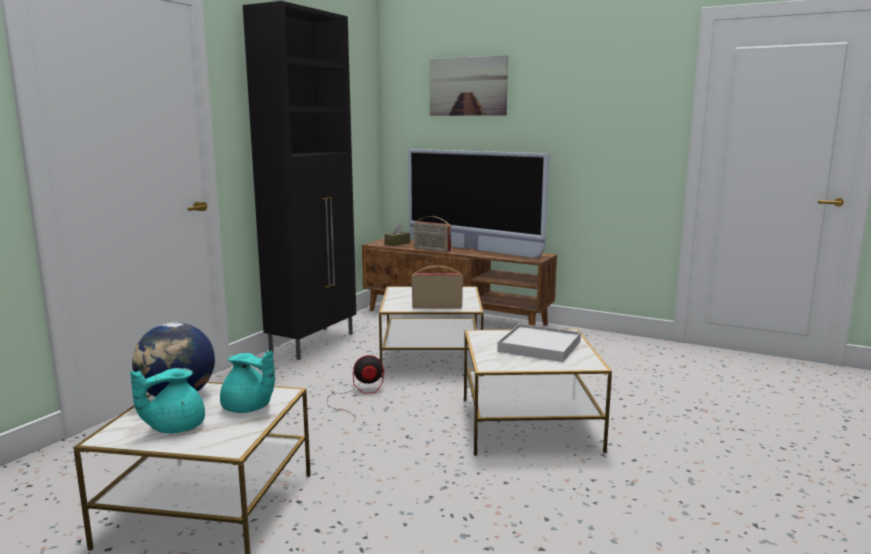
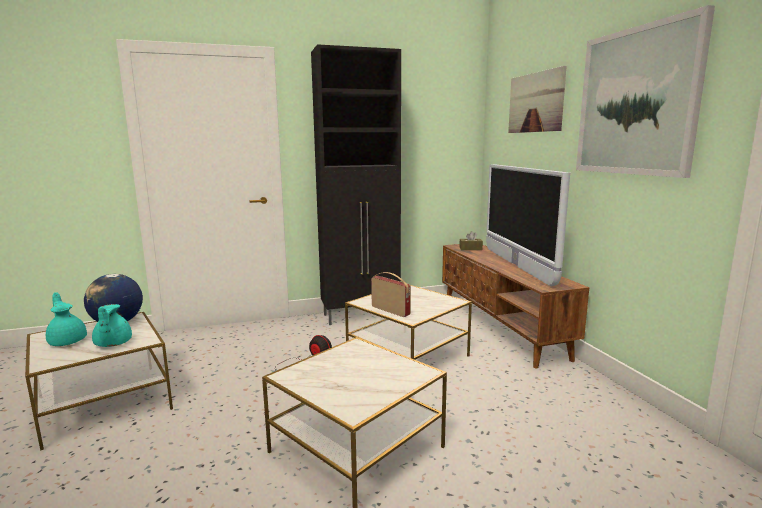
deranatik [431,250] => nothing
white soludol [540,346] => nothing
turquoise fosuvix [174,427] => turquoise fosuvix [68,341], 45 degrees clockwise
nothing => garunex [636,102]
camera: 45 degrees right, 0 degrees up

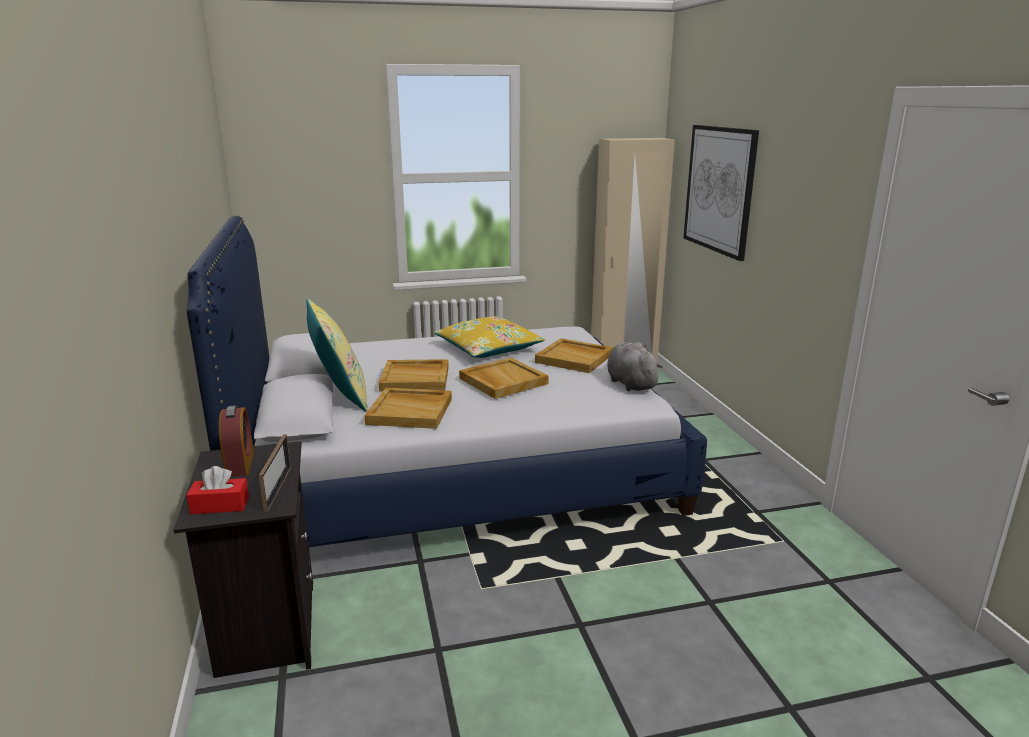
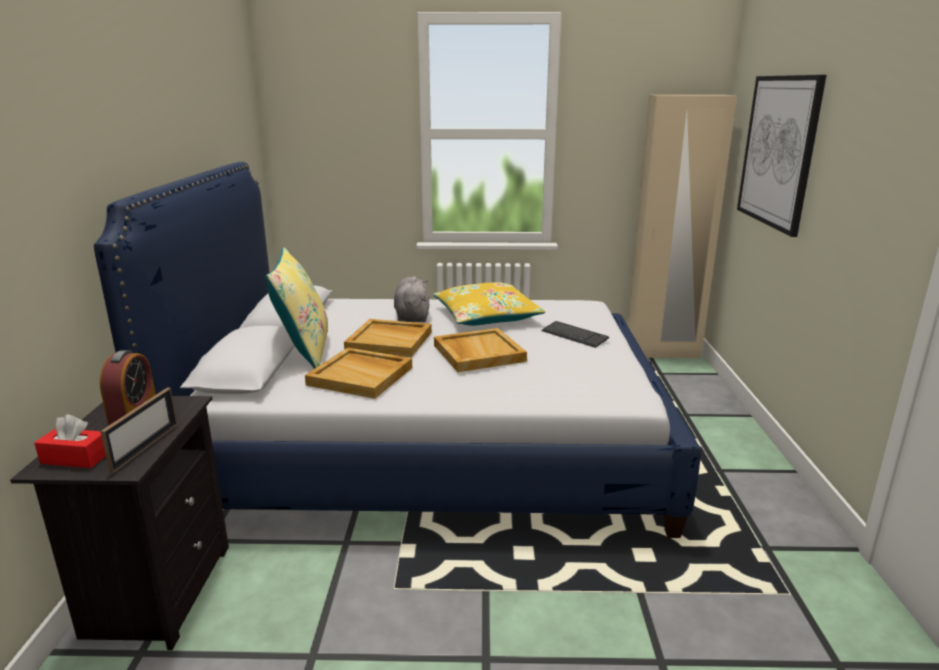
beige soludol [575,358] => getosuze [574,336]
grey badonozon [630,383] => grey badonozon [412,316], move
camera: 15 degrees right, 0 degrees up

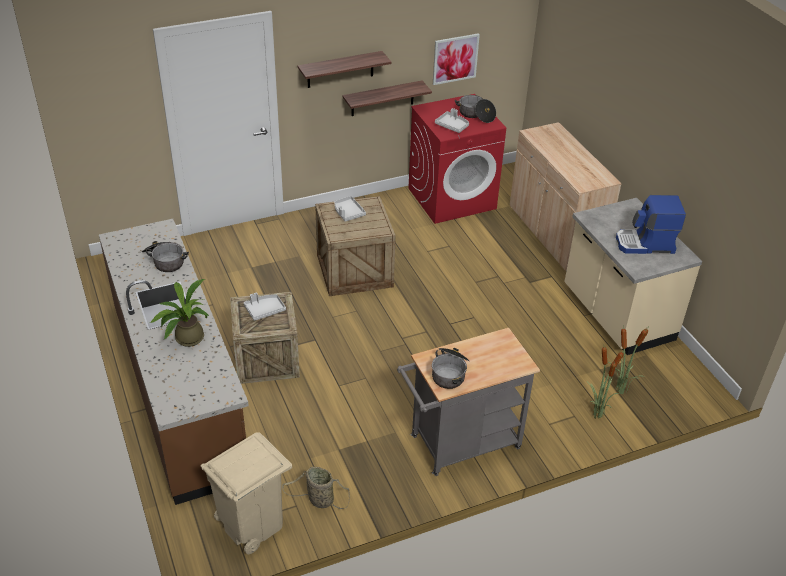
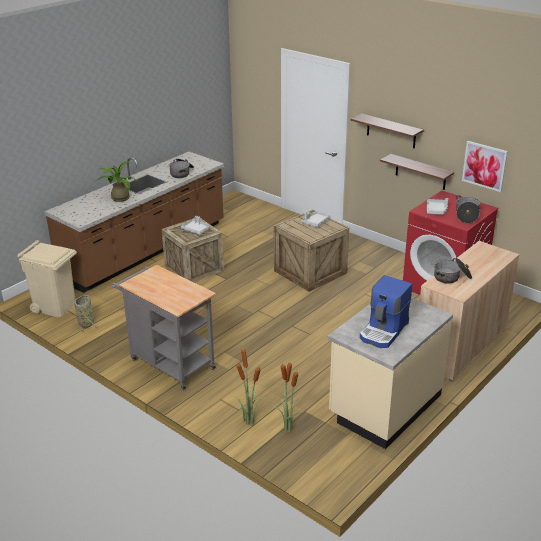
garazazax [645,244] => garazazax [384,331], 120 degrees counterclockwise
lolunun [450,373] => lolunun [452,277], move
camera: 65 degrees right, 10 degrees down

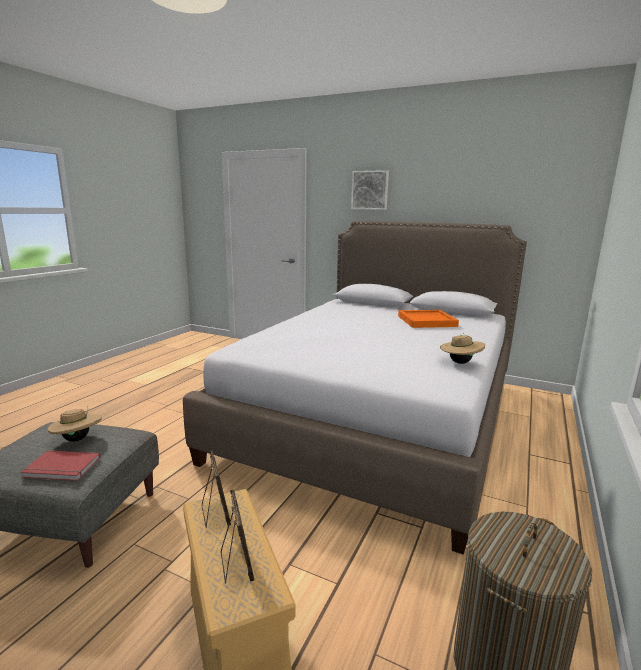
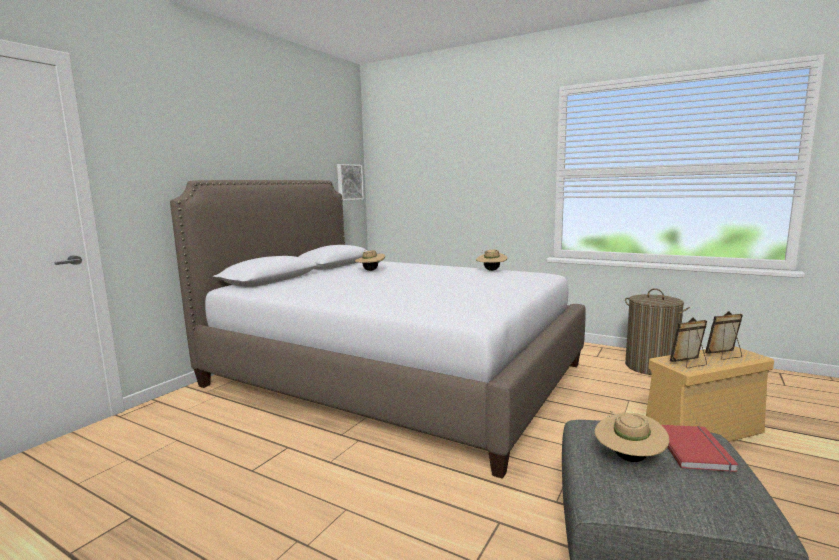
garunex [370,190] => garunex [349,182], move
orange soludol [427,321] => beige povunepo [370,270]
camera: 85 degrees left, 5 degrees down

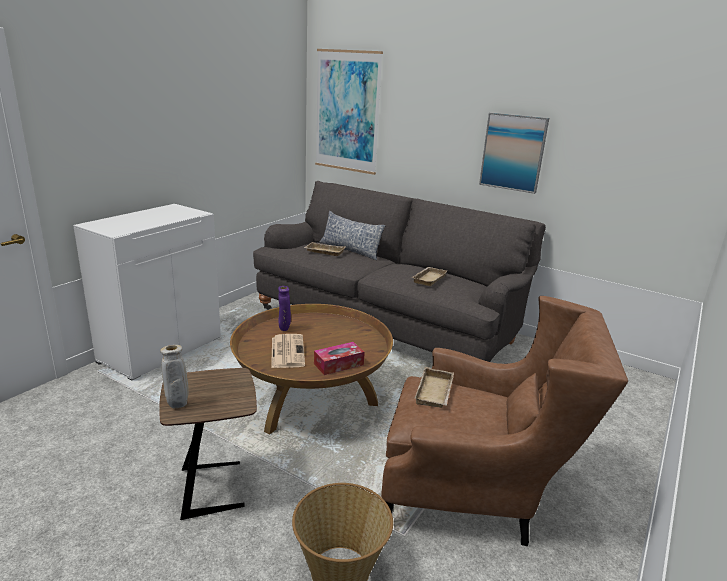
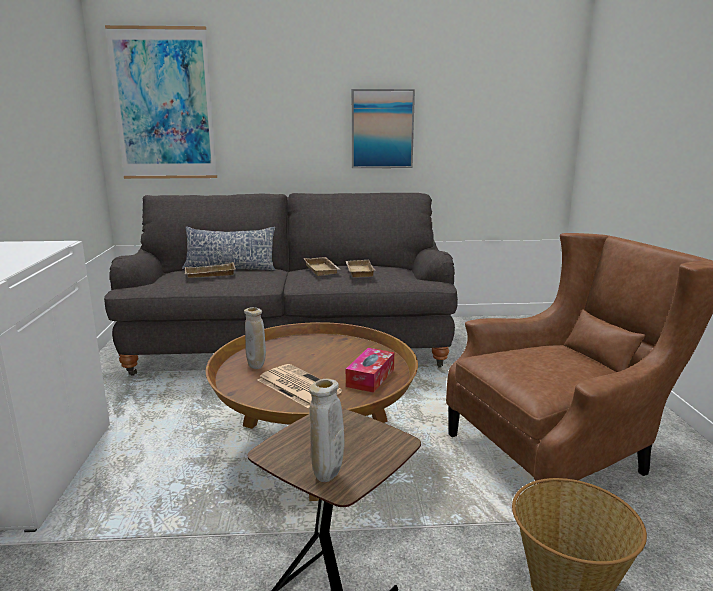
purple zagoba [284,329] => beige zagoba [256,367]
beige soludol [435,392] => beige soludol [323,269], move
camera: 35 degrees left, 5 degrees down

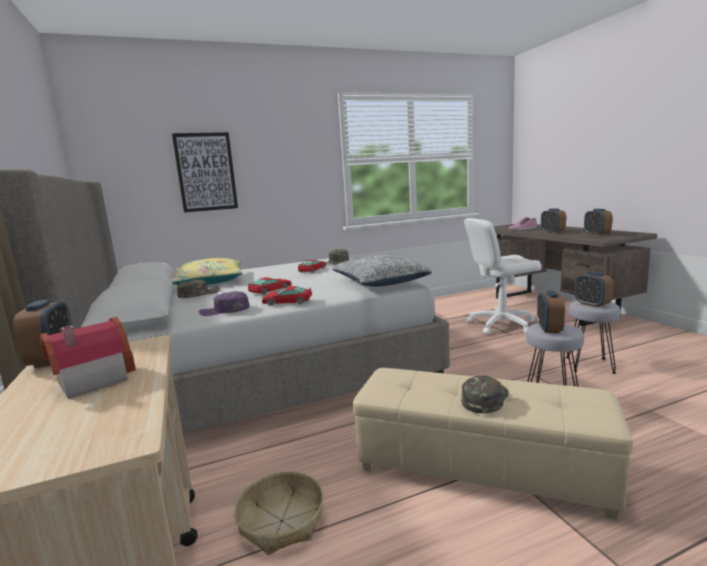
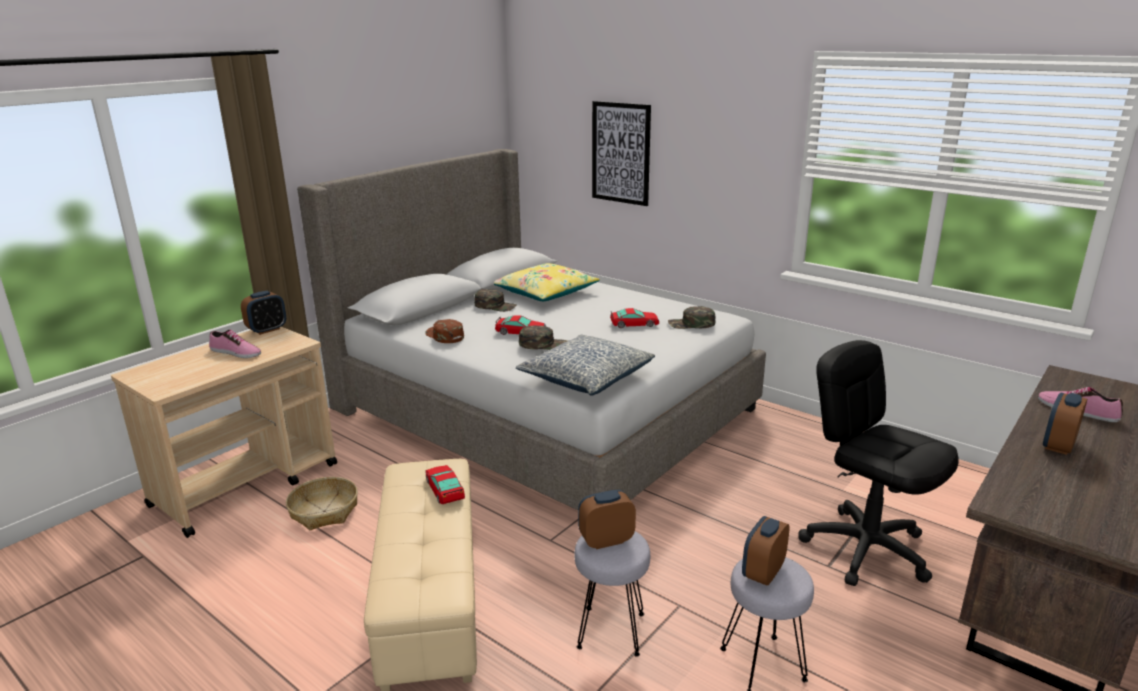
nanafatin [596,234] => nothing
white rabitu [501,324] => black rabitu [866,548]
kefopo [288,302] => kefopo [445,489], move
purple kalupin [224,310] => brown kalupin [444,336]
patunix [89,380] => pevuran [235,353]
green kalupin [484,398] => green kalupin [544,344], move
camera: 60 degrees right, 10 degrees up

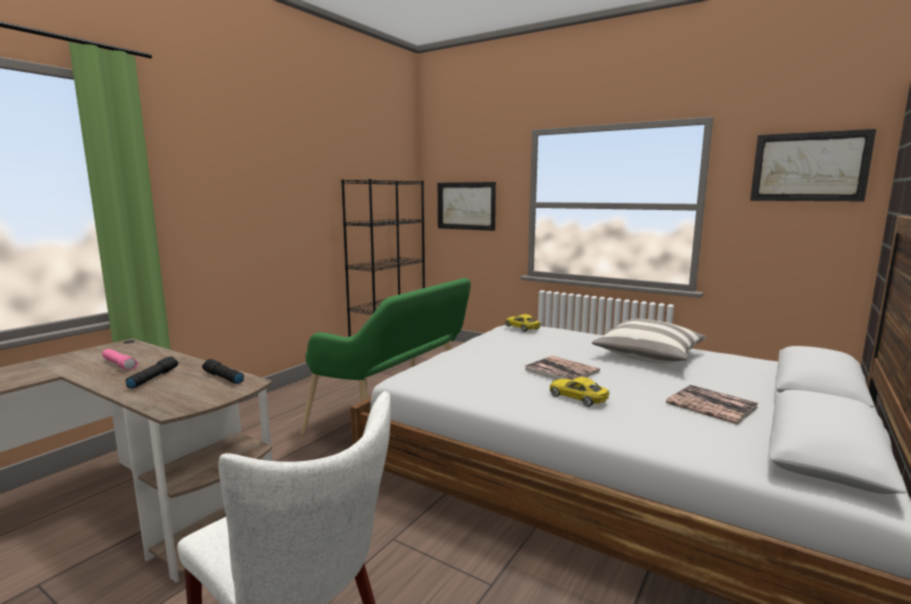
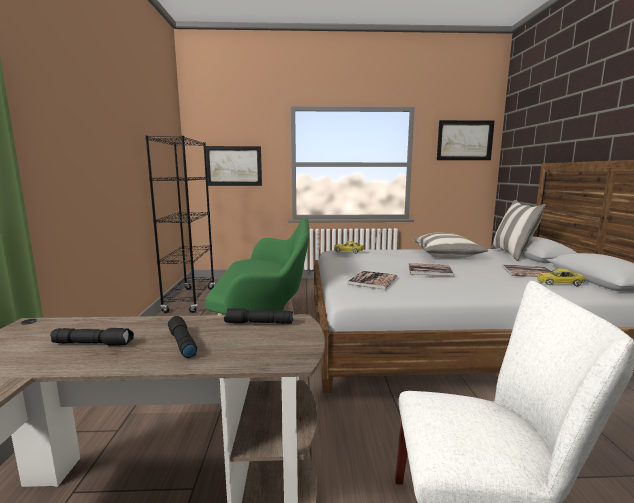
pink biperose [120,365] => black biperose [94,343]
yellow kefopo [578,398] => yellow kefopo [559,283], move
nothing => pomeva [512,254]
nothing => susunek [373,281]
camera: 35 degrees left, 0 degrees up

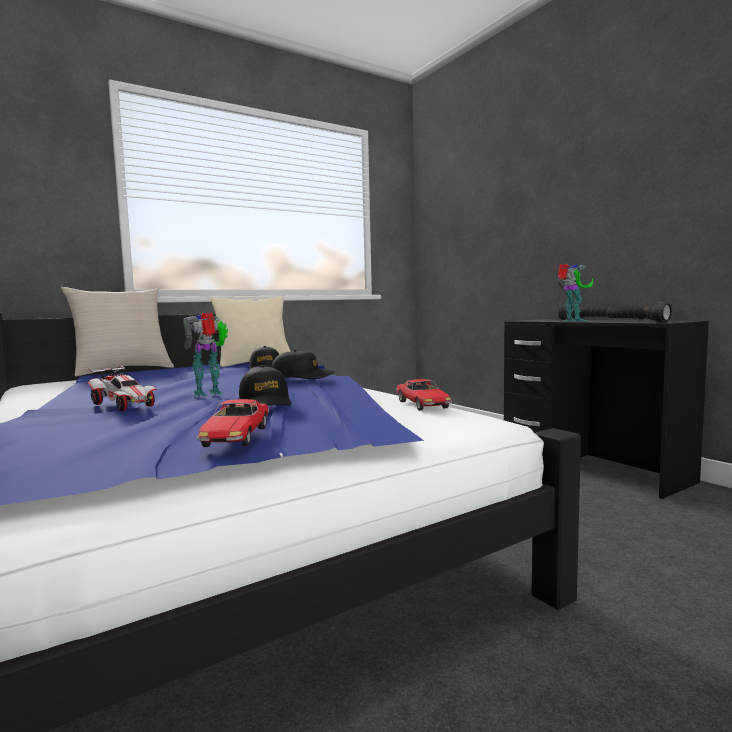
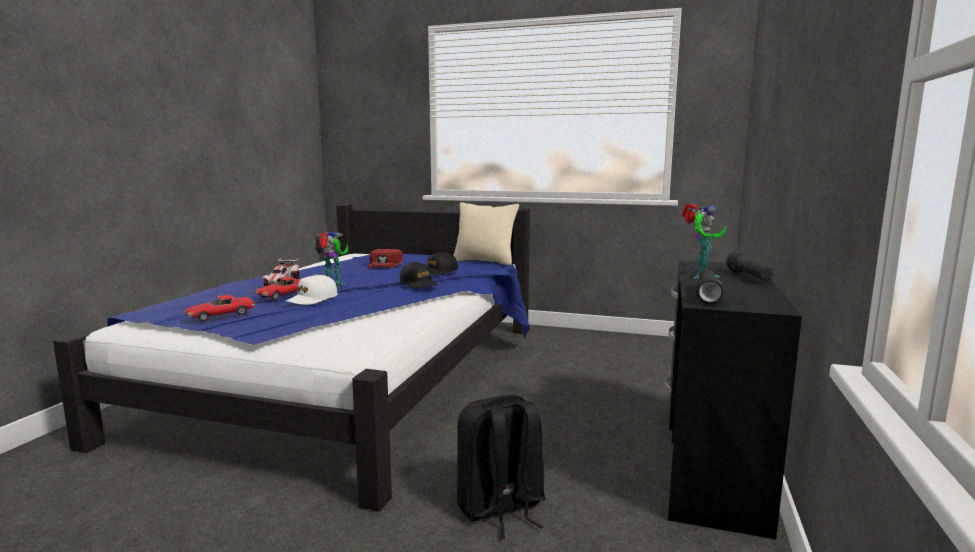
beige pomeva [123,370] => nothing
black kalupin [265,403] => white kalupin [312,299]
kefopo [423,405] => kefopo [283,295], move
nothing => red kalupin [385,264]
nothing => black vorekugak [500,508]
camera: 50 degrees right, 5 degrees up

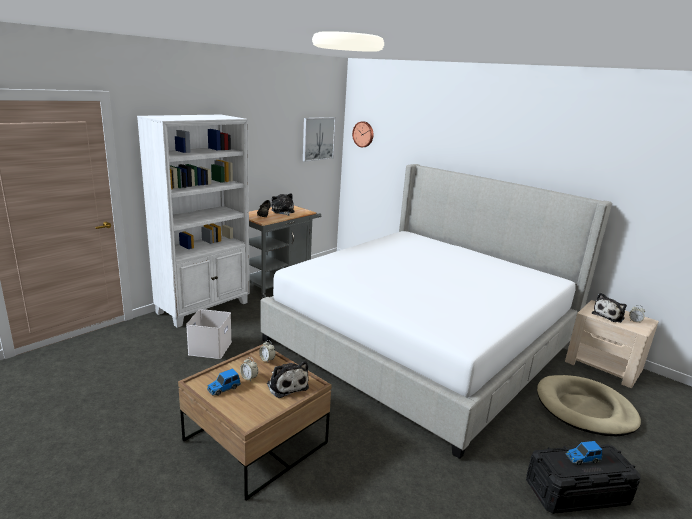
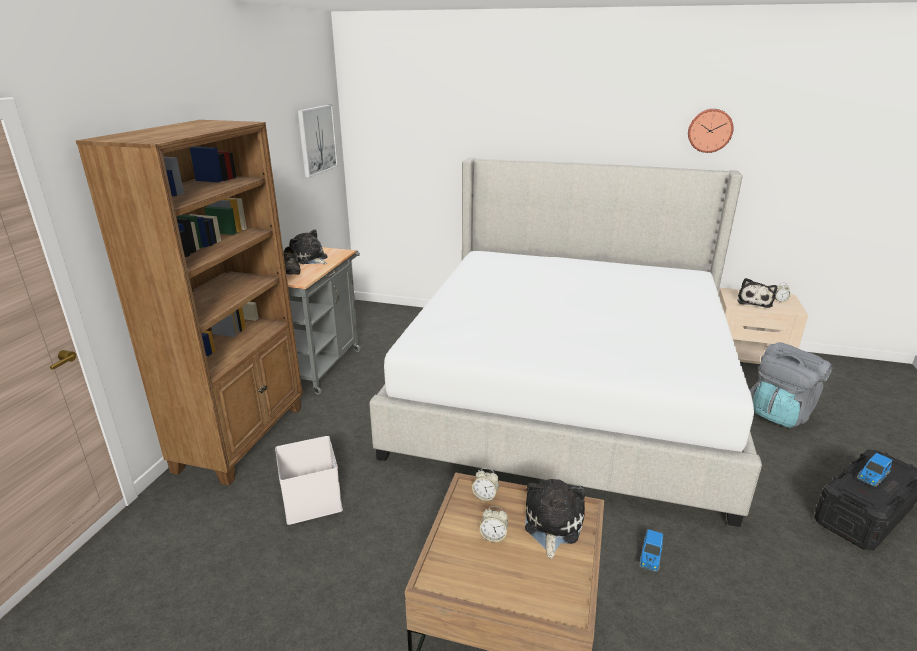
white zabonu [204,308] => brown zabonu [243,437]
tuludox [363,134] => tuludox [710,130], move
badonozon [286,385] => badonozon [552,525], 105 degrees counterclockwise
kefopo [223,388] => kefopo [650,557], move
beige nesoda [585,409] => grey vorekugak [780,413]
camera: 25 degrees left, 5 degrees up

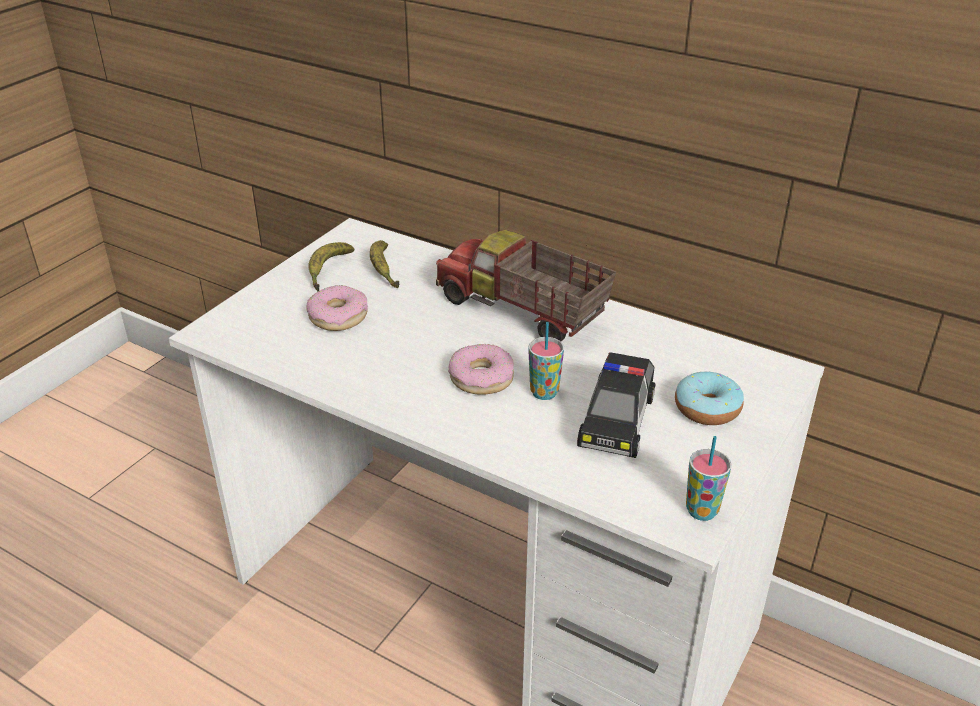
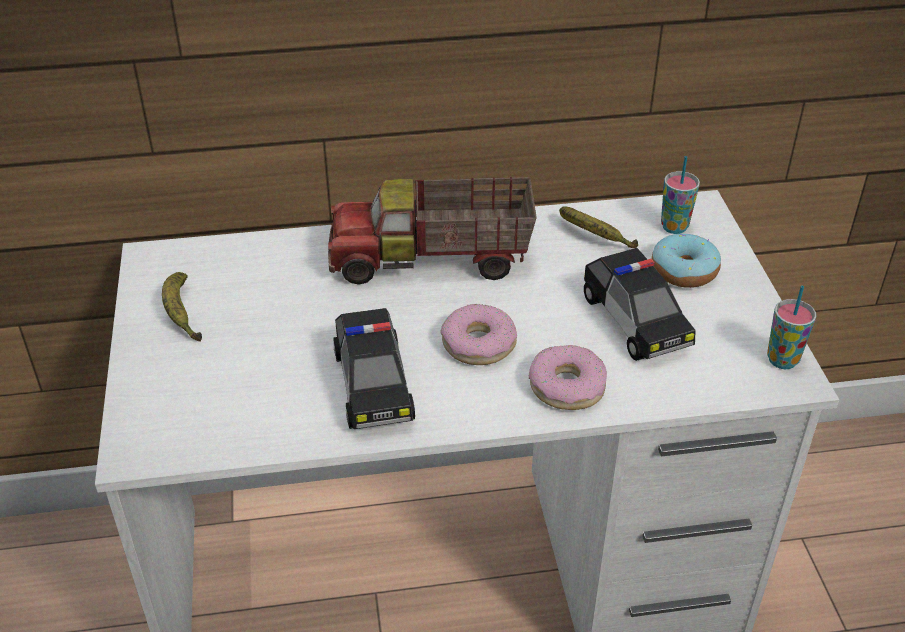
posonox [383,270] => posonox [593,237], move
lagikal [338,316] => lagikal [567,386], move
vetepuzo [544,393] => vetepuzo [674,227], move
nothing => kefopo [373,385]
camera: 40 degrees left, 5 degrees up

